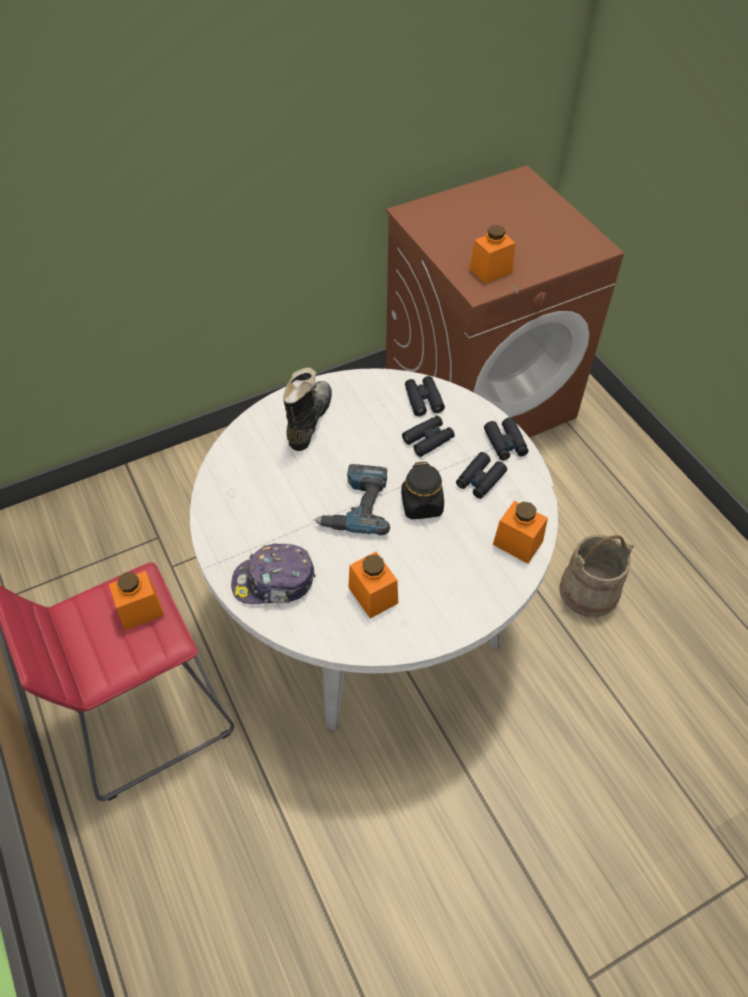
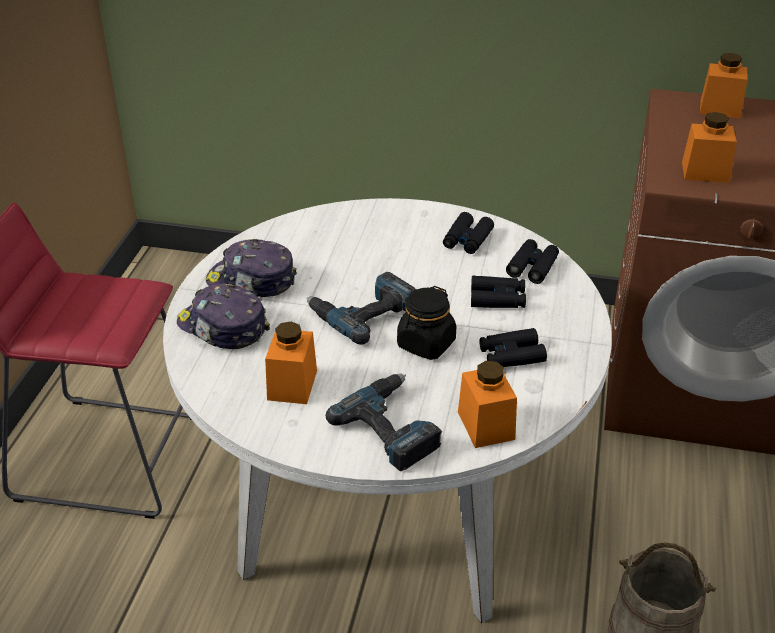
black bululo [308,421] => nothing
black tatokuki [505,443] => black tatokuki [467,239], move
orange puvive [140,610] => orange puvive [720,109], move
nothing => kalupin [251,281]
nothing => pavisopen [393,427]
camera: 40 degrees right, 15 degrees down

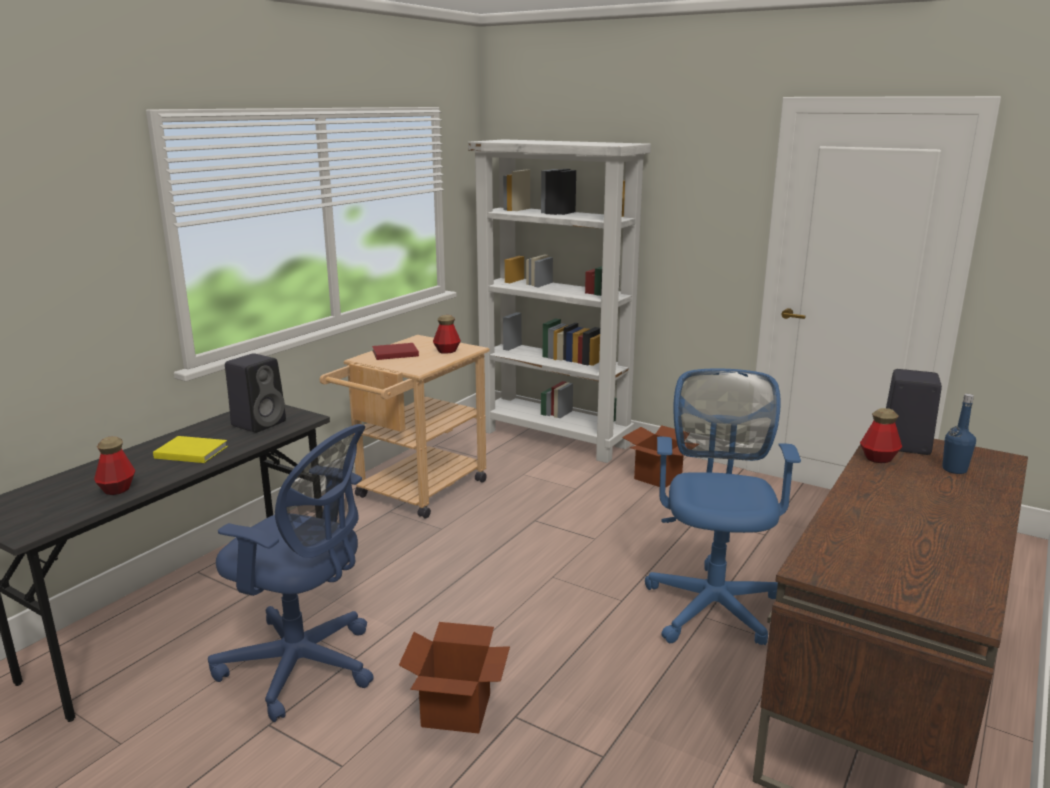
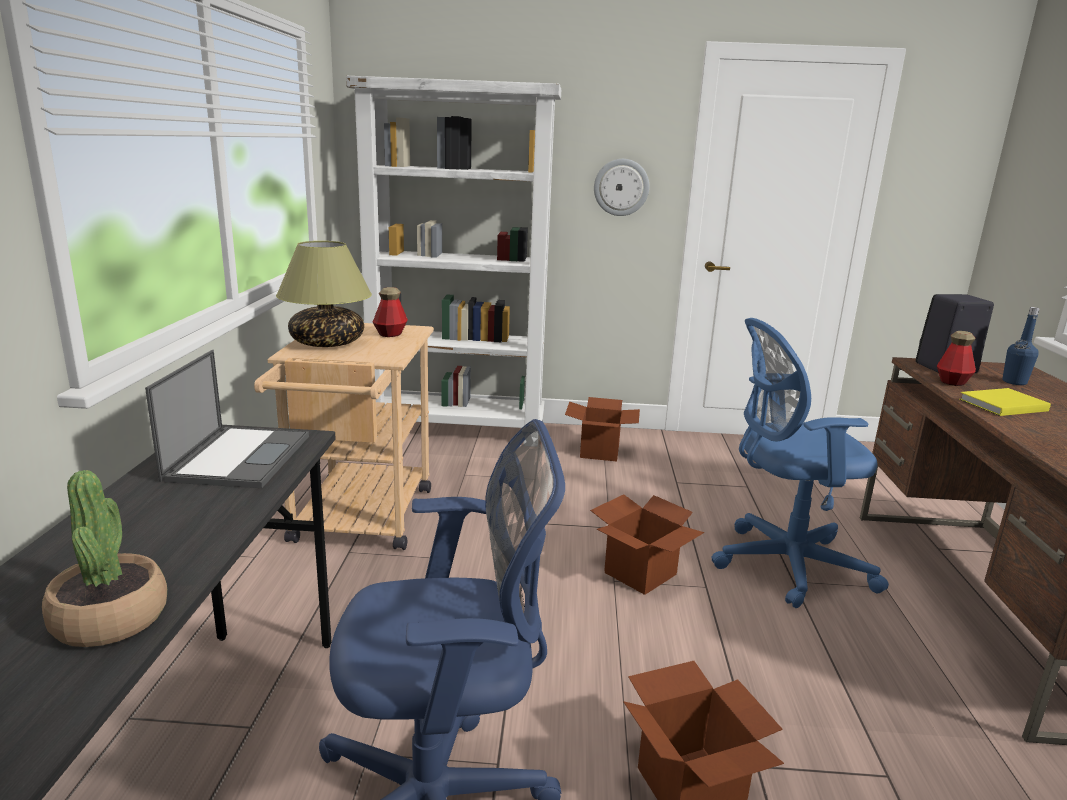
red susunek [394,353] => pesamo [326,343]
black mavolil [260,423] => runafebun [239,457]
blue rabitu [713,603] => blue rabitu [783,565], 75 degrees counterclockwise
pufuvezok [117,489] => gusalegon [111,618]
yellow susunek [190,452] => yellow susunek [1000,405], move
nothing => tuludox [621,187]
nothing => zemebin [640,573]
camera: 30 degrees left, 0 degrees up

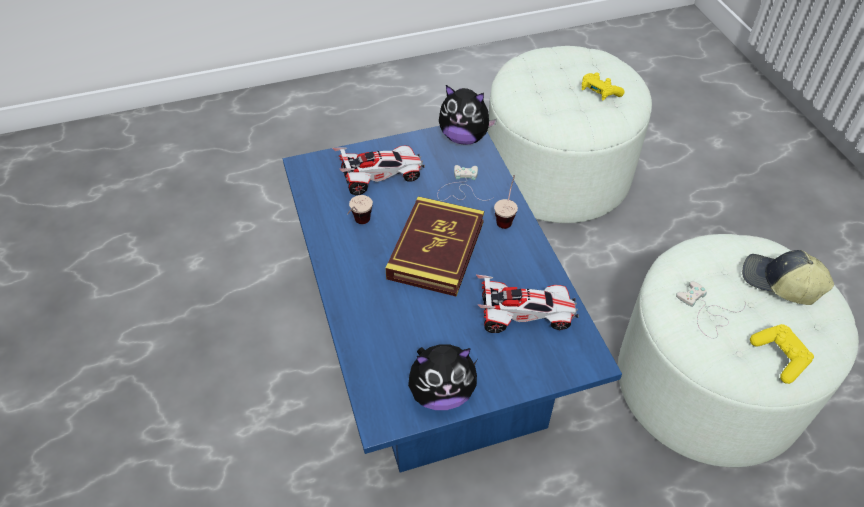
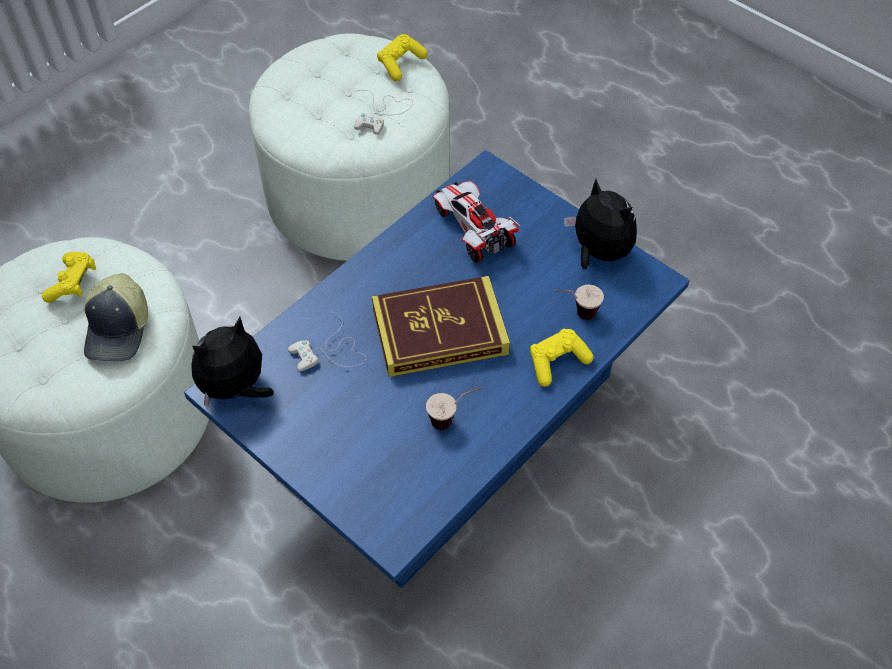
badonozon [464,137] => badonozon [235,388], 120 degrees counterclockwise
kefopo [380,177] => nothing
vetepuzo [506,216] => vetepuzo [575,314], move
kalupin [780,283] => kalupin [119,329], move
nothing => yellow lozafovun [557,362]
camera: 120 degrees left, 5 degrees up

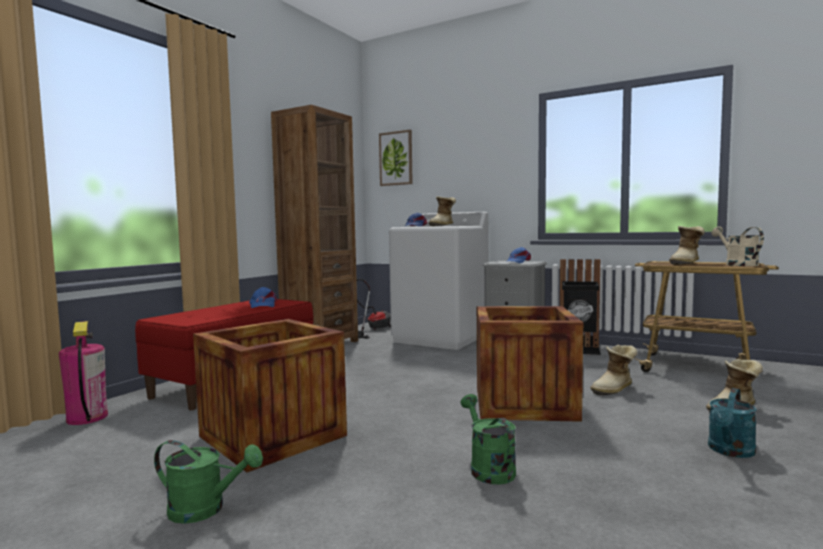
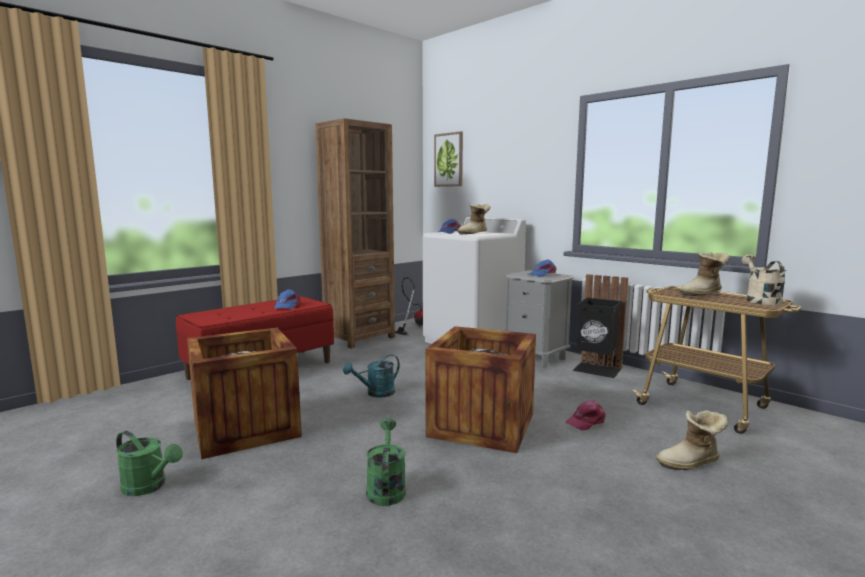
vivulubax [87,418] => nothing
bululo [614,389] => pink kalupin [586,421]
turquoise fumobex [730,451] => turquoise fumobex [376,393], move
camera: 15 degrees right, 5 degrees up

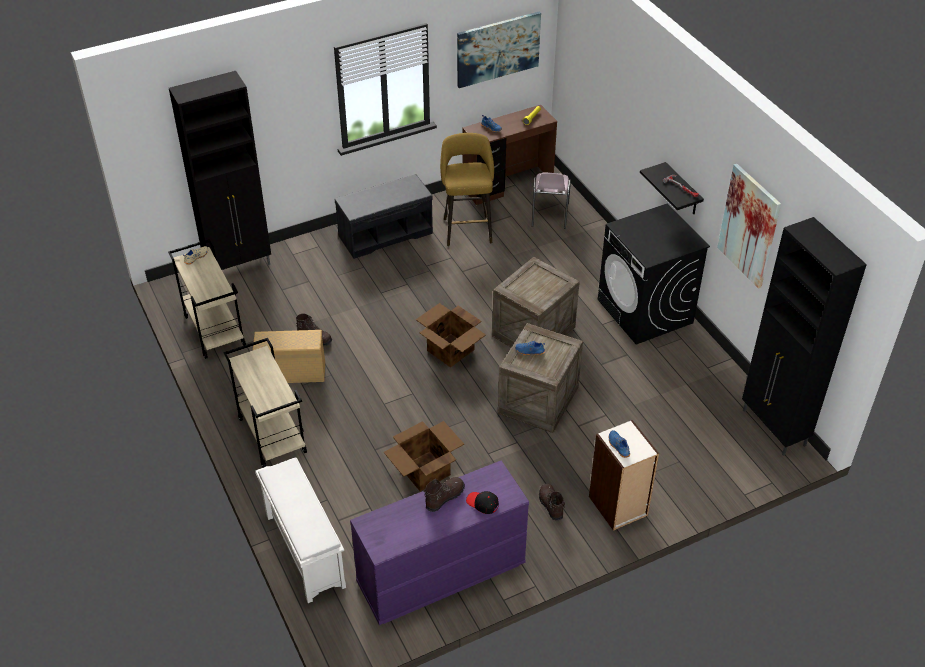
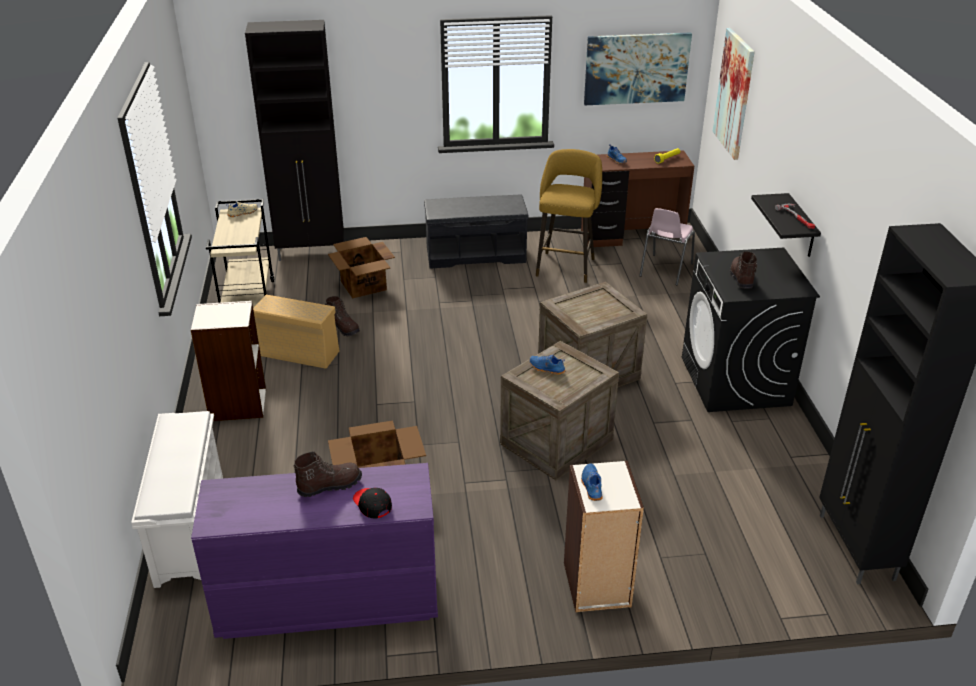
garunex [749,226] => garunex [734,93], move
zemebin [451,350] => zemebin [363,286], move
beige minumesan [271,435] => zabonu [237,405]
brown bululo [550,505] => brown bululo [741,278], move
camera: 20 degrees right, 10 degrees down

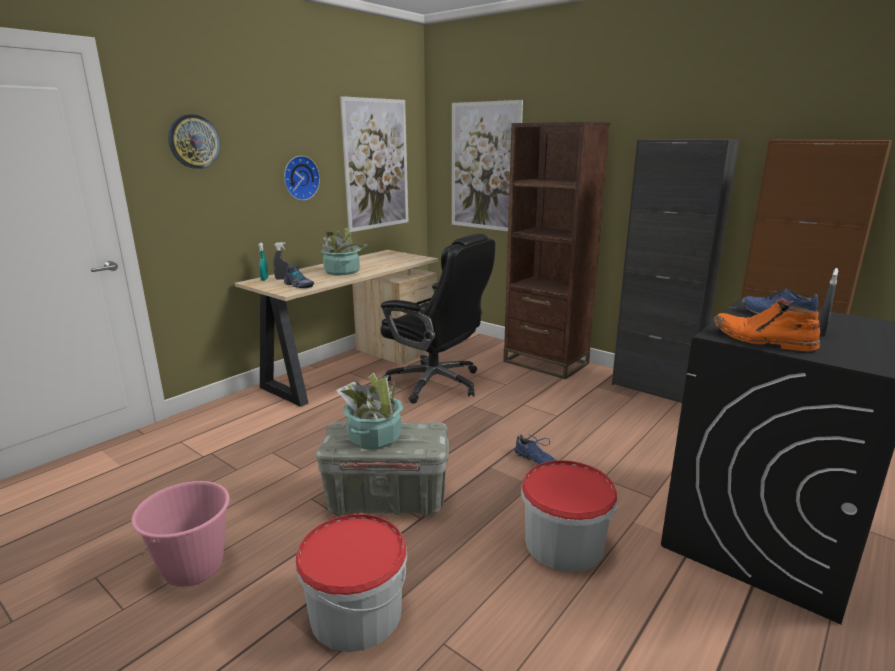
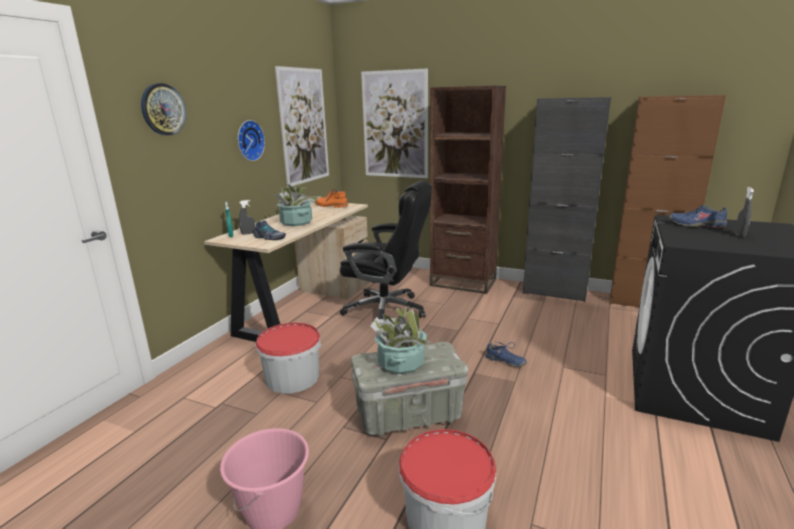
orange bululo [761,340] => orange bululo [330,205], move
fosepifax [564,544] => fosepifax [292,378], move
camera: 15 degrees left, 0 degrees up

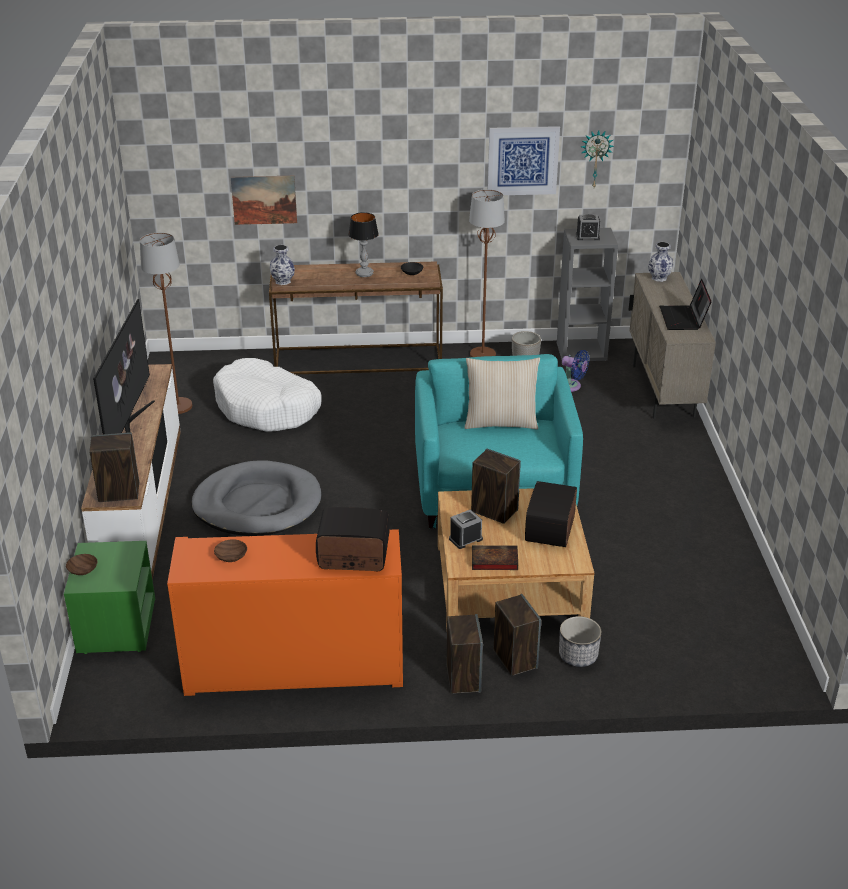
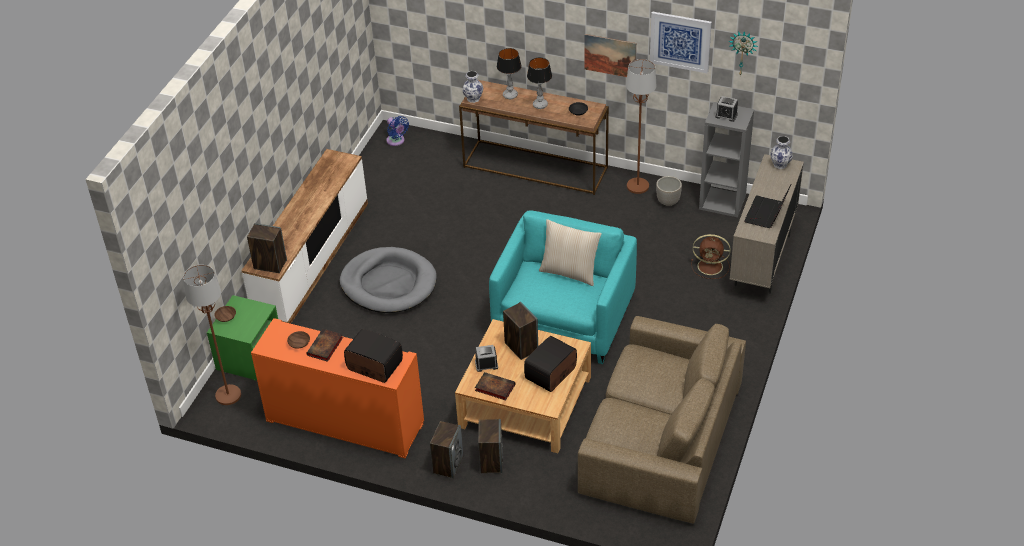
garunex [264,200] => garunex [610,56], move
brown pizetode [178,406] => brown pizetode [228,395], move
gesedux [128,424] => nothing
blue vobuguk [571,386] => blue vobuguk [396,141], move
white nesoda [267,408] => nothing
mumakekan [578,656] => nothing
nothing => pesamo [510,95]
nothing => brown vobuguk [711,266]
nothing => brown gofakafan [660,438]
nothing => susunek [325,347]
camera: 25 degrees right, 10 degrees up

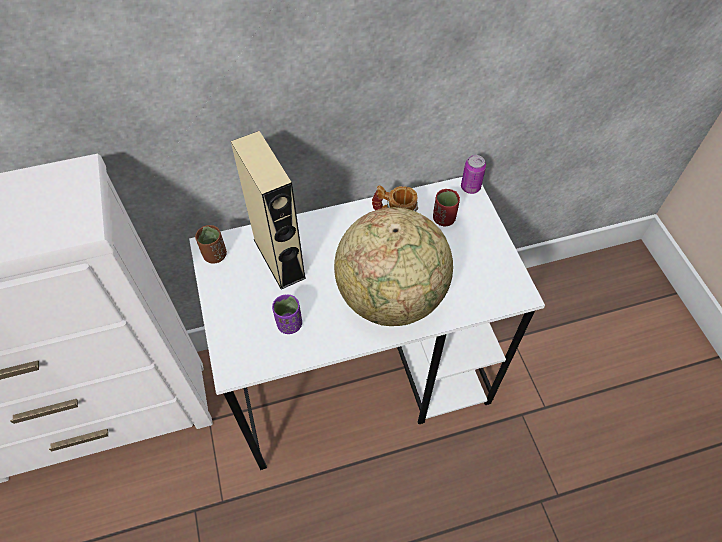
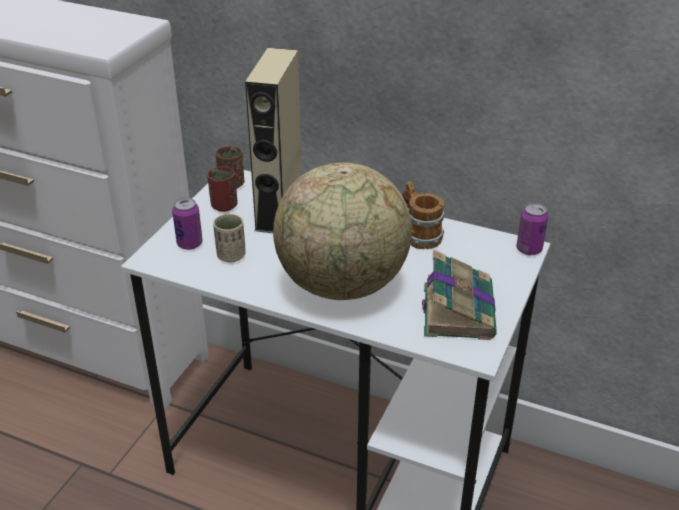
red vetepuzo [444,219] => red vetepuzo [224,206], move
purple vetepuzo [289,324] => beige vetepuzo [231,256]
nothing => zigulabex [189,244]
nothing => susunek [458,309]
camera: 40 degrees right, 20 degrees down

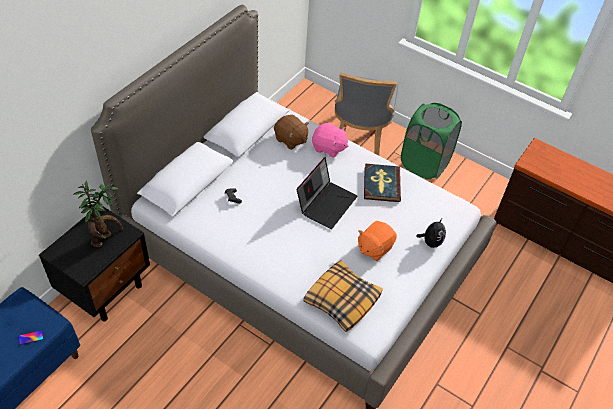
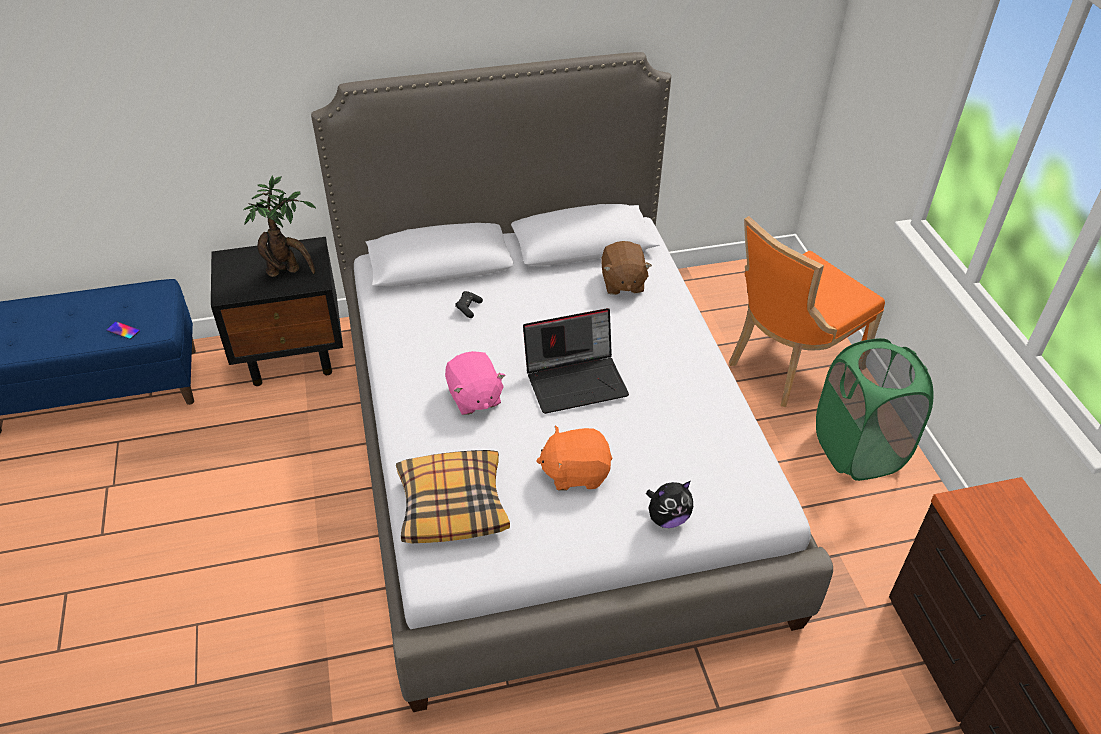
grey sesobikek [359,139] => orange sesobikek [788,365]
pink badonozon [328,148] => pink badonozon [474,397], move
susunek [381,184] => nothing
camera: 45 degrees right, 5 degrees down

